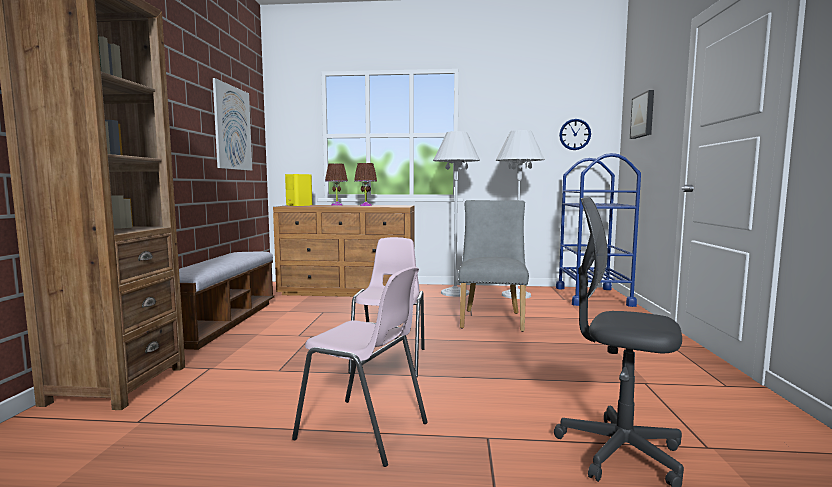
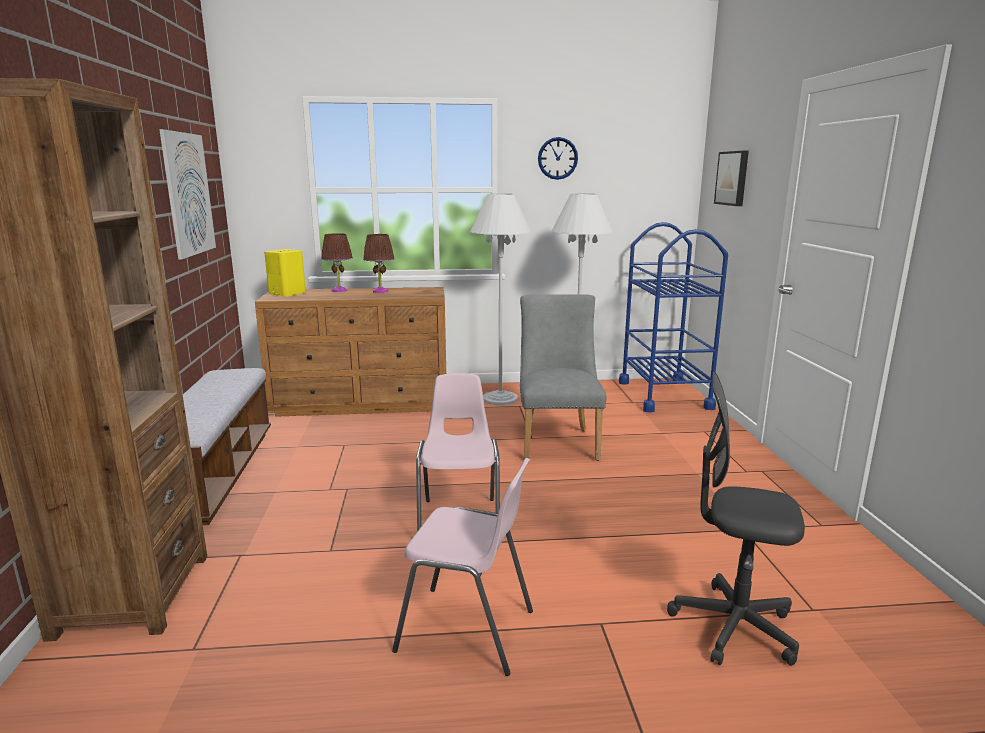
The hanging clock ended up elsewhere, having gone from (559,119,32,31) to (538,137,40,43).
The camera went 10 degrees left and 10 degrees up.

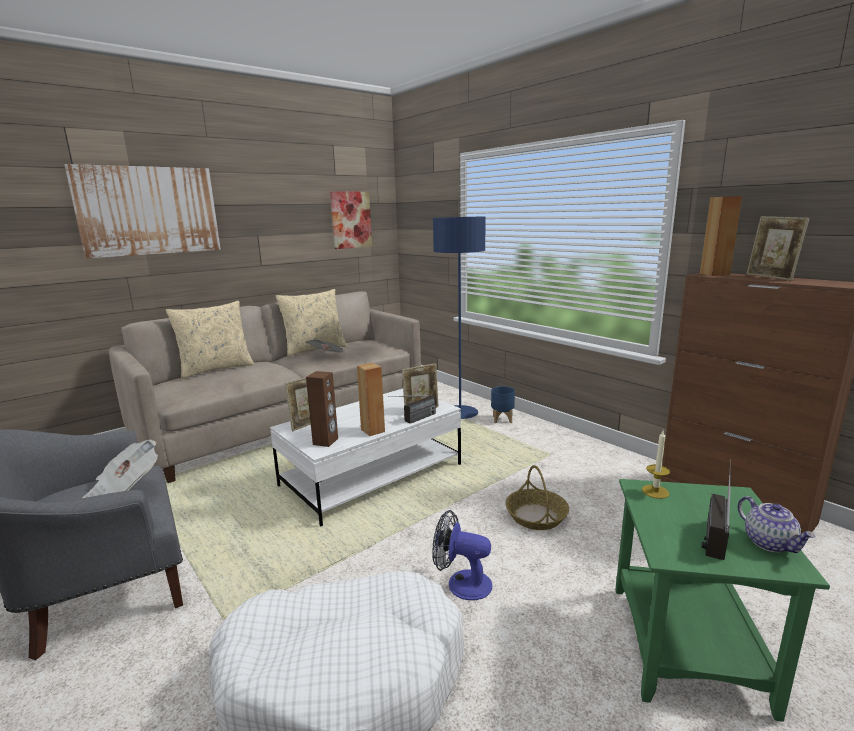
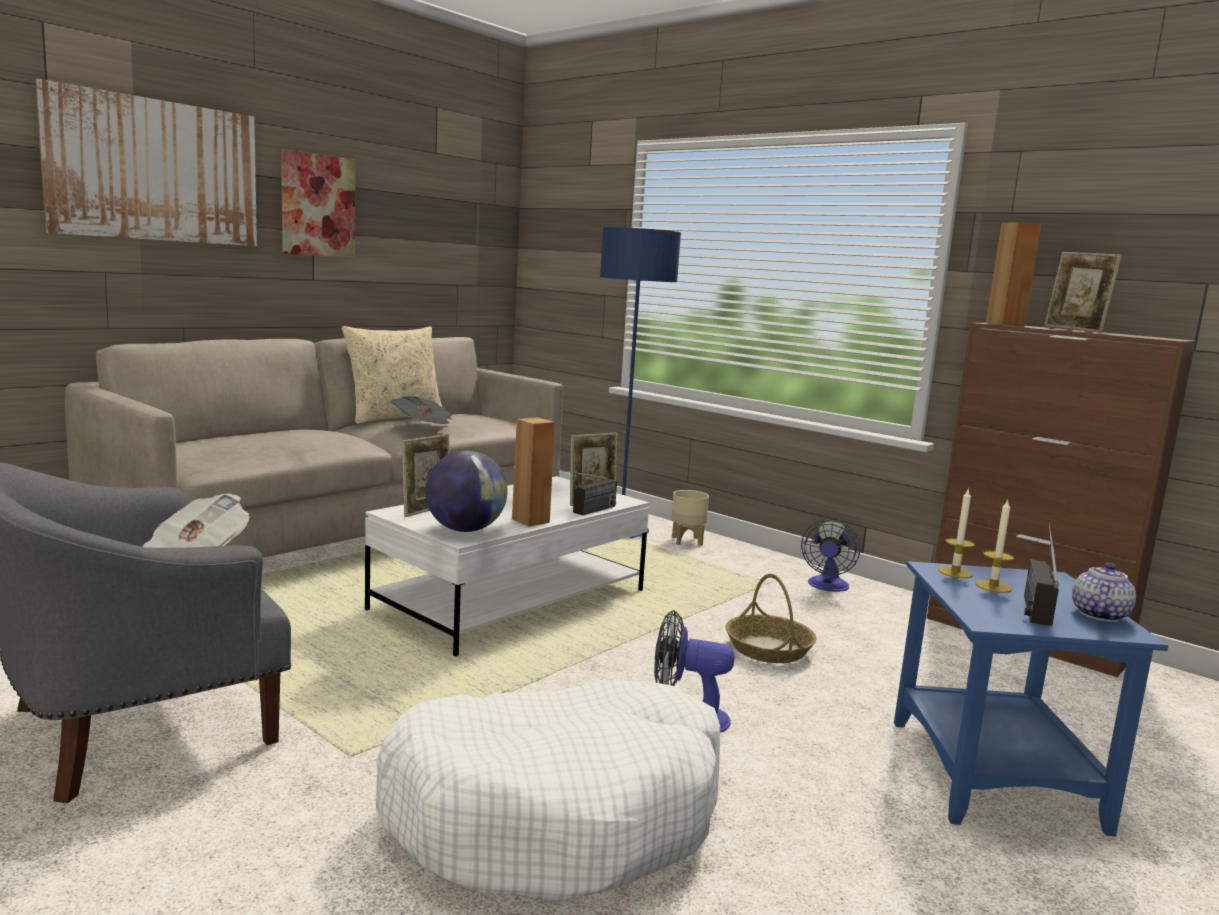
The wall art ended up elsewhere, having gone from (330,191,42,58) to (281,149,74,109).
The second view lost the pillow in beige at (166,301,89,78).
Where the loudspeaker in brown stood at (306,371,32,76), the globe came to stand at (425,451,83,81).
What was the plant pot in blue-coloured at (491,386,24,37) turned into the plant pot in beige at (671,490,38,56).
What was the end table in greenish at (616,479,214,243) turned into the end table in blue-coloured at (894,561,274,275).
The pot for tea at (737,496,79,57) ended up facing another way, 120 degrees counterclockwise from before.
The second view gained the candle at (976,499,38,94).
The second view gained the fan at (801,519,59,73).
The camera went 10 degrees left and 5 degrees down.

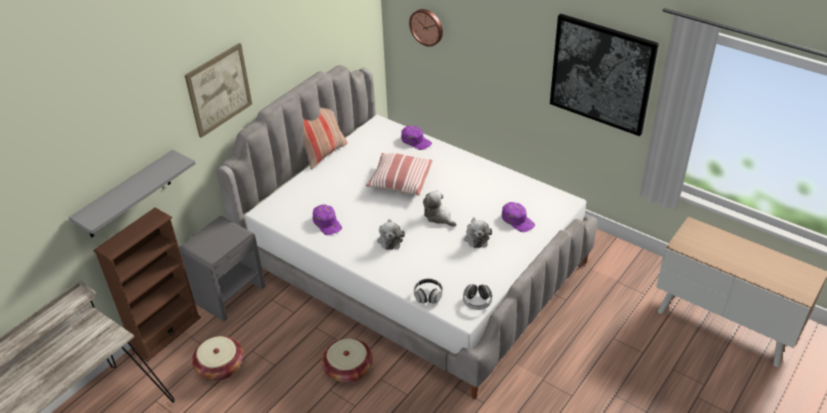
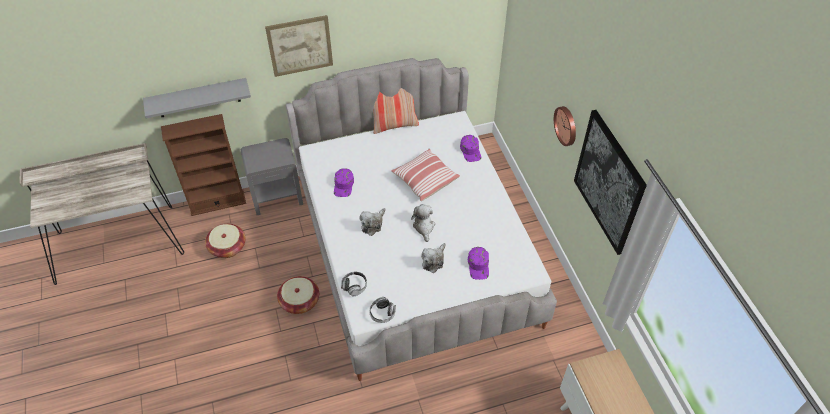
The hanging clock ended up elsewhere, having gone from (409,9,34,38) to (554,106,22,40).
The camera went 35 degrees right and 10 degrees up.

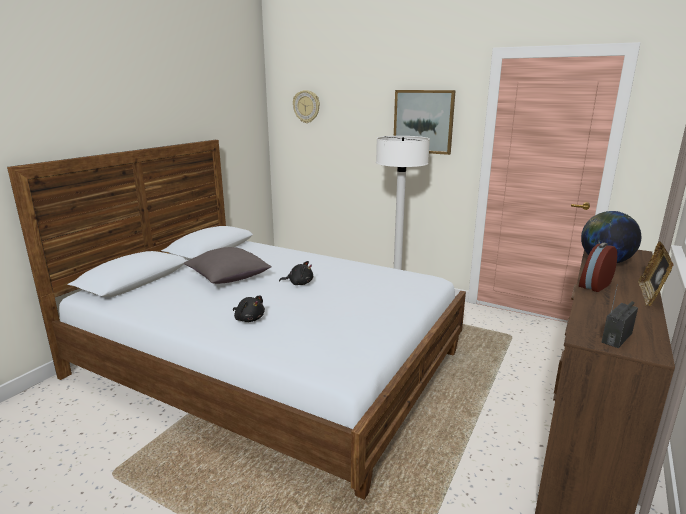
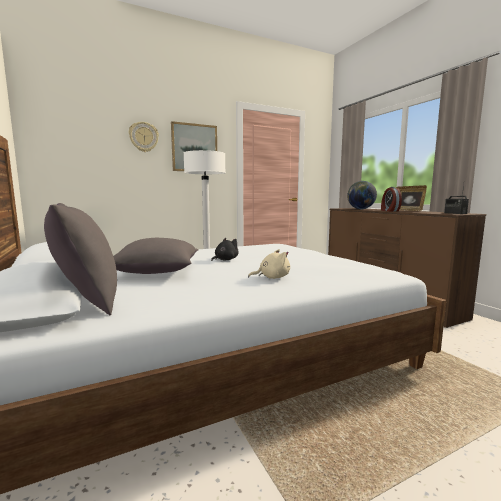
The hanging clock ended up elsewhere, having gone from (293,90,27,33) to (129,122,30,30).
What was the cuddly toy in black-coloured at (233,295,32,27) turned into the cuddly toy in beige at (248,249,42,30).
The second view gained the pillow in grey at (44,203,73,112).
The camera went 55 degrees left and 10 degrees down.

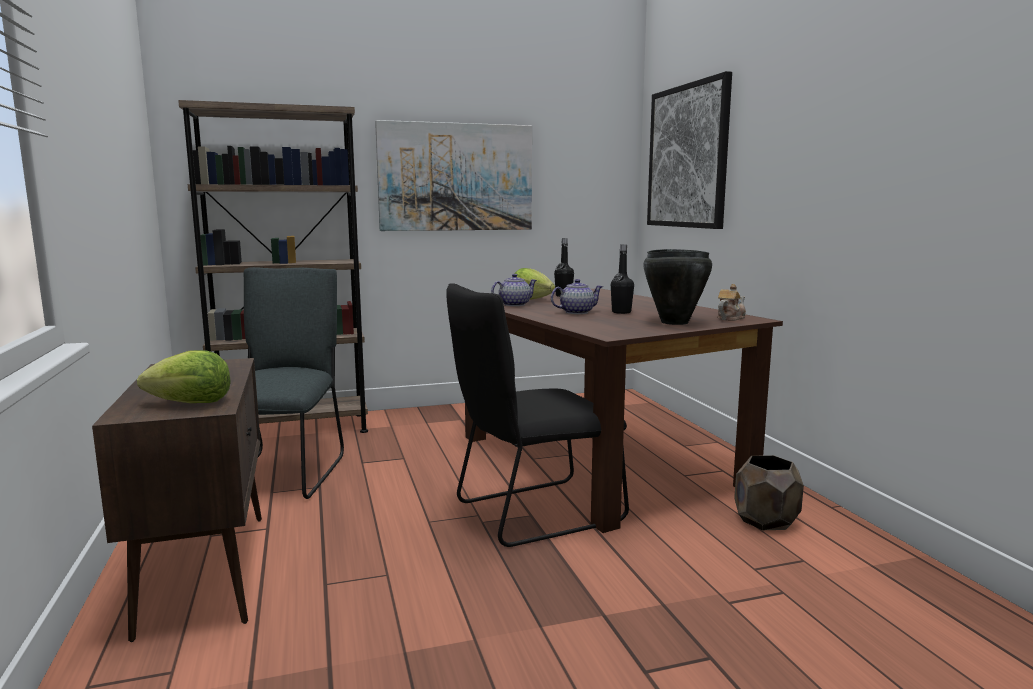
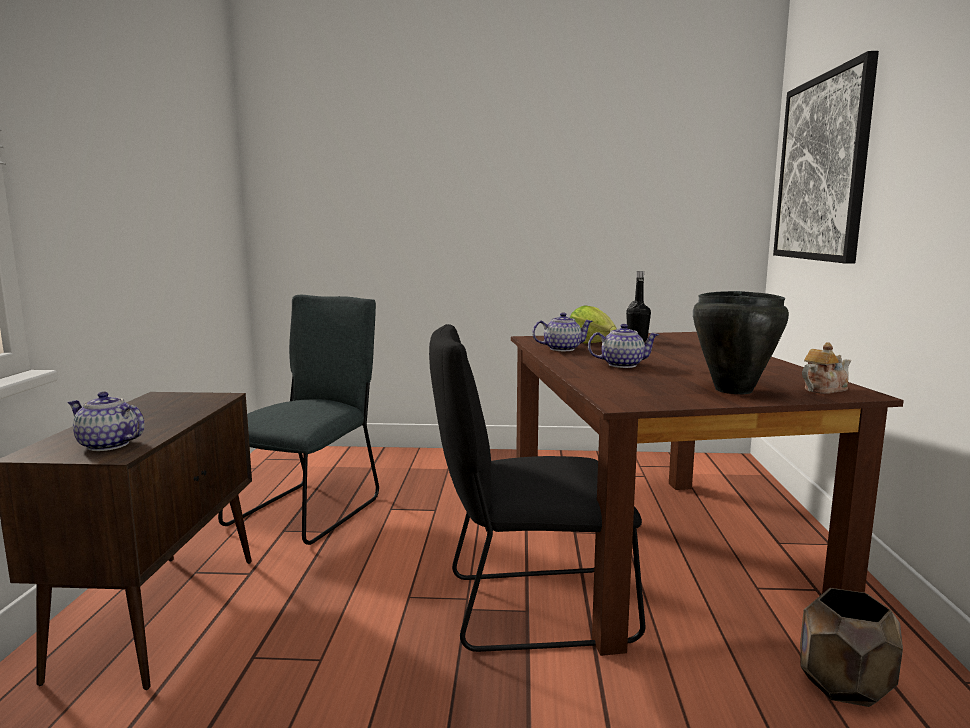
The second view lost the bookshelf in brown at (178,100,190,333).
The second view lost the wall art at (375,120,157,111).
The second view lost the bottle in black-coloured at (611,244,23,70).
Where the lettuce stood at (137,350,94,53), the pot for tea came to stand at (67,391,78,60).
The camera went 20 degrees right and 0 degrees up.

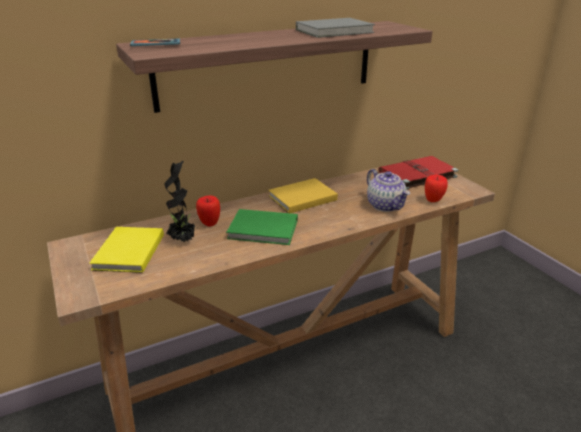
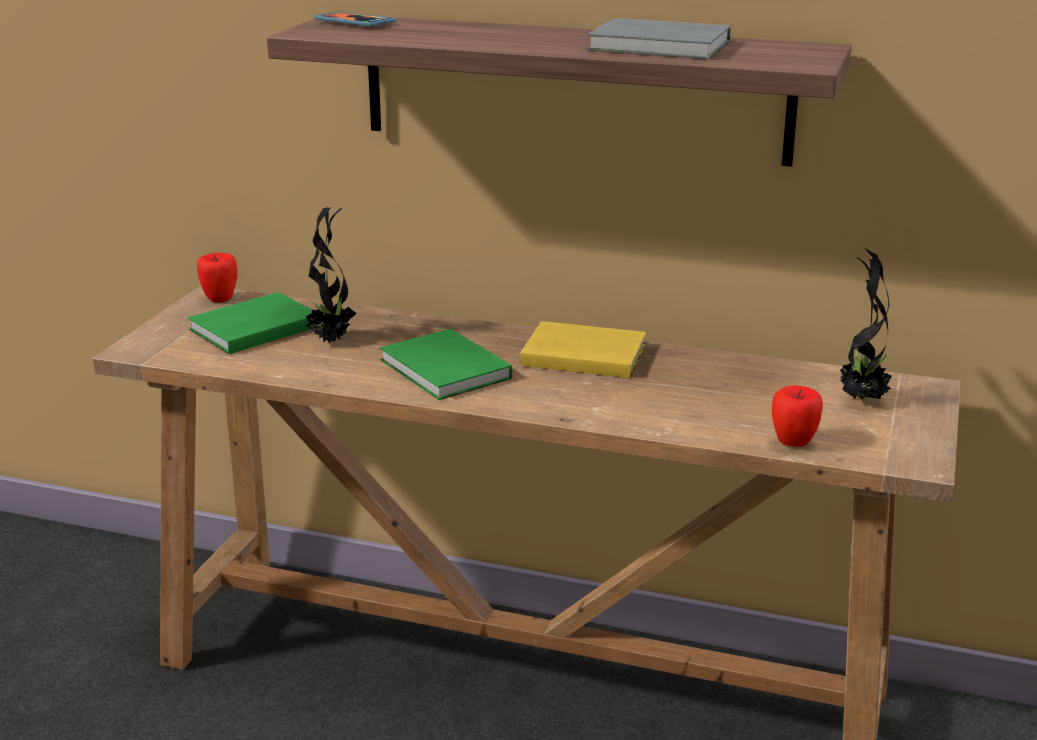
Where the volume in red stood at (379,156,79,34), the plant in a pot came to stand at (837,249,55,152).
The second view lost the pot for tea at (367,169,43,43).
The whole apple ended up elsewhere, having gone from (196,195,24,31) to (197,253,41,50).
What was the volume in yellow at (89,227,75,46) turned into the volume in greenish at (188,292,124,62).
The camera went 45 degrees right and 5 degrees down.

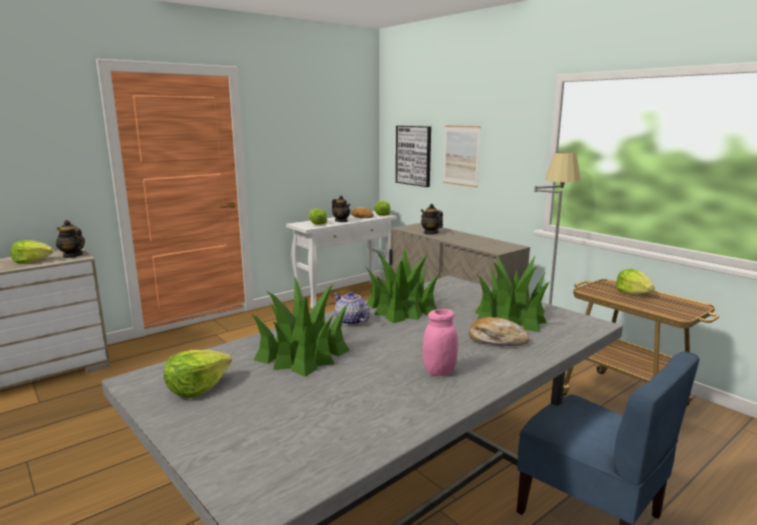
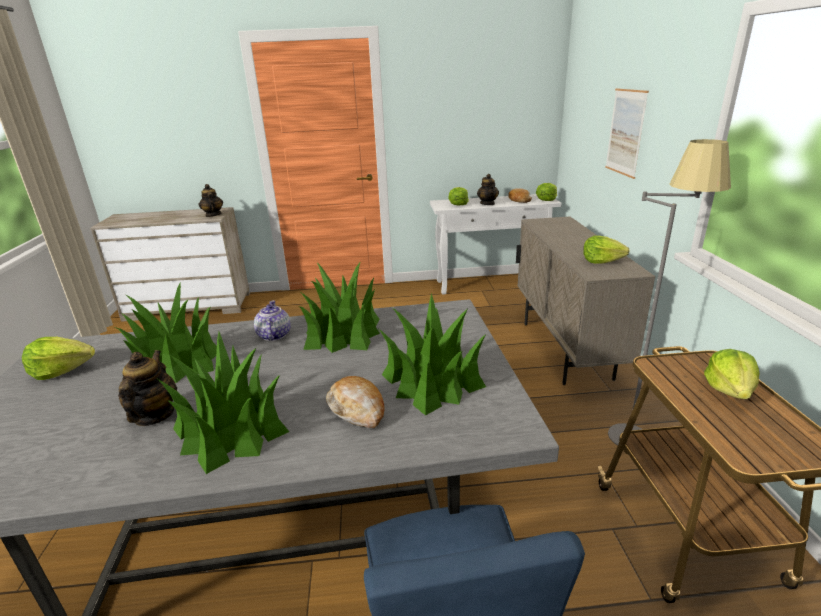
The second view lost the wall art at (396,126,35,61).
The pot for tea ended up elsewhere, having gone from (421,204,22,31) to (118,350,59,76).
The lettuce ended up elsewhere, having gone from (10,240,44,24) to (583,235,47,29).
Where the jar in pinkish stood at (423,309,35,67), the plant in a pot came to stand at (158,332,131,142).
The camera went 35 degrees right and 10 degrees up.

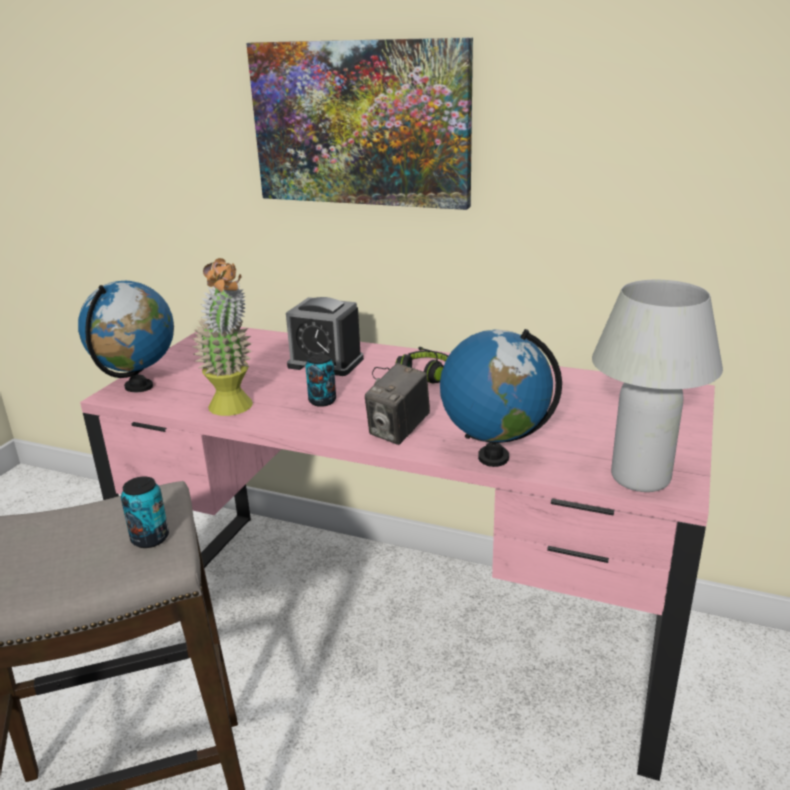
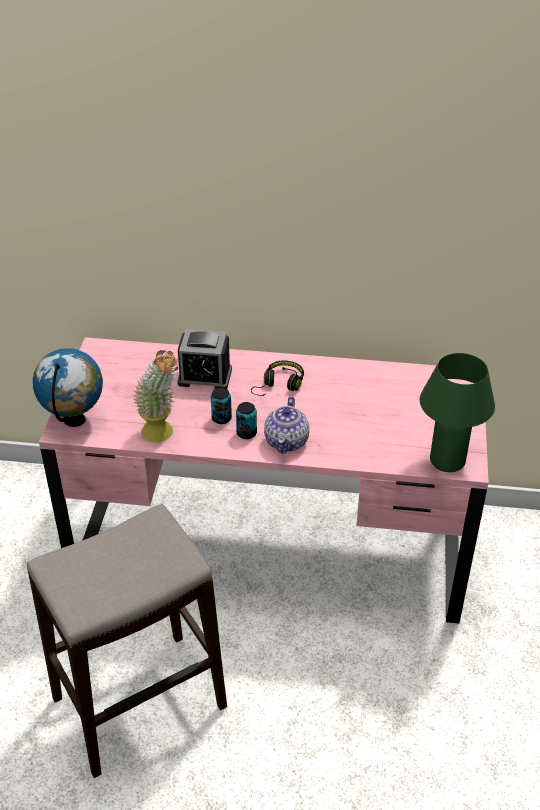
The second view lost the wall art at (246,37,227,173).
What was the lamp for a table in white at (592,280,131,212) turned into the lamp for a table in greenish at (420,353,75,119).
The second view lost the globe at (440,329,122,138).
Where the still camera stood at (365,363,65,82), the pot for tea came to stand at (264,396,45,58).
The metal can ended up elsewhere, having gone from (121,476,48,72) to (236,402,21,37).
The camera went 15 degrees left and 15 degrees up.

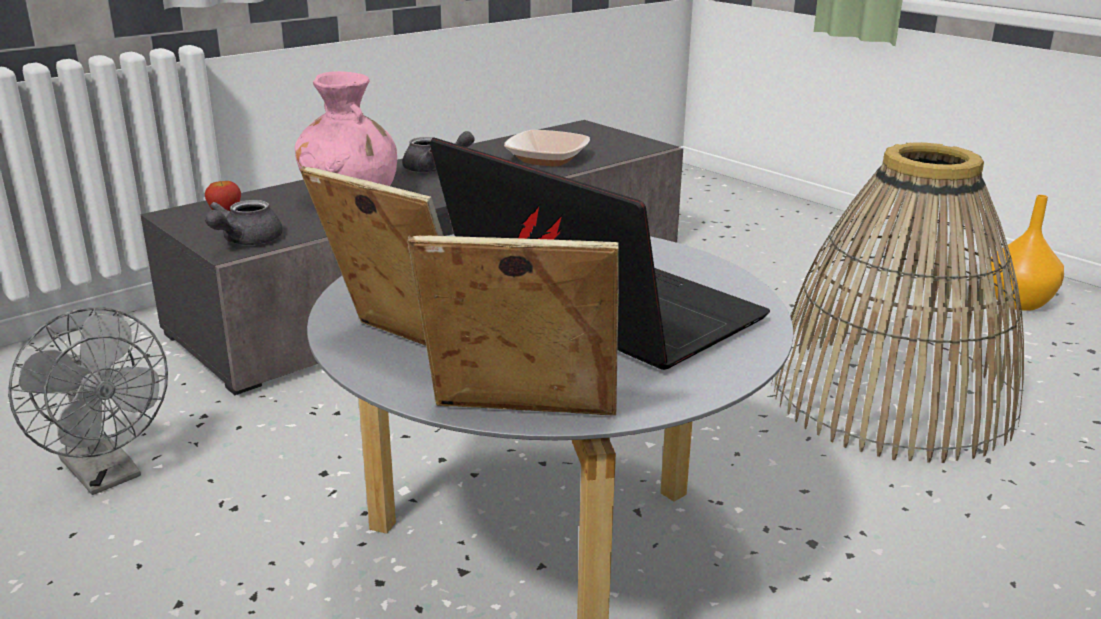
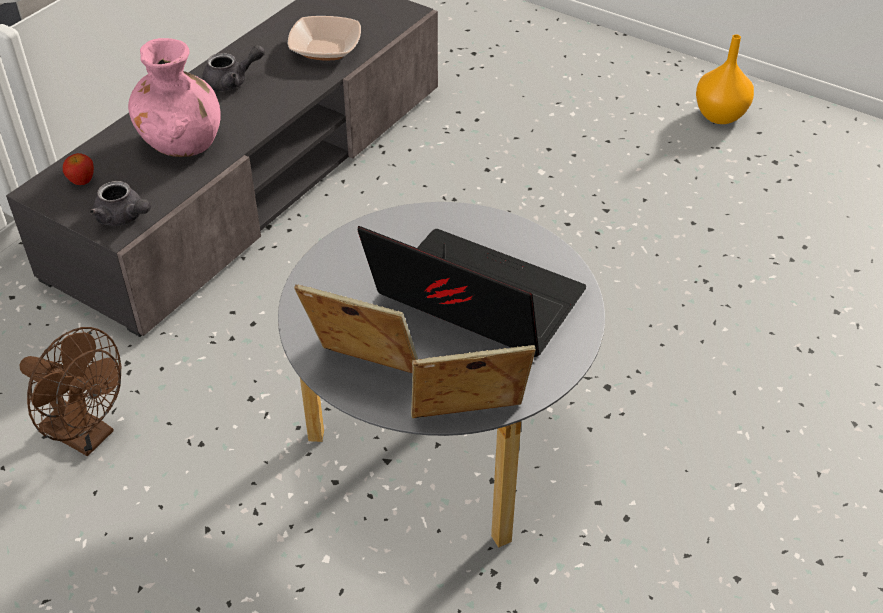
The second view lost the storage basket at (771,142,253,321).
The pot for tea in grey at (205,200,77,45) ended up facing another way, 60 degrees counterclockwise from before.
What was the fan in grey at (8,307,160,188) turned into the fan in brown at (19,327,102,129).
The camera went 15 degrees left and 20 degrees up.

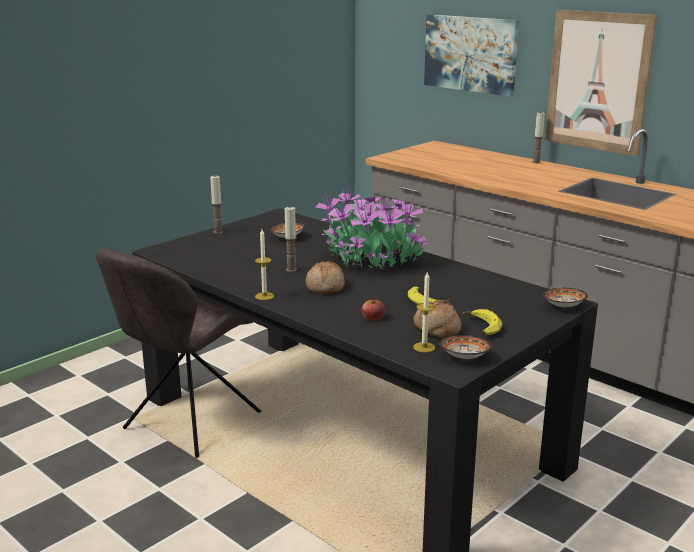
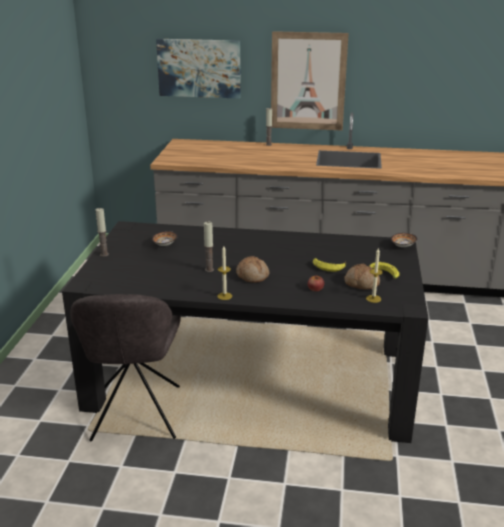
The second view lost the plant in a pot at (316,185,112,83).
The second view lost the deep dish at (439,335,53,24).
The camera went 35 degrees left and 5 degrees up.

